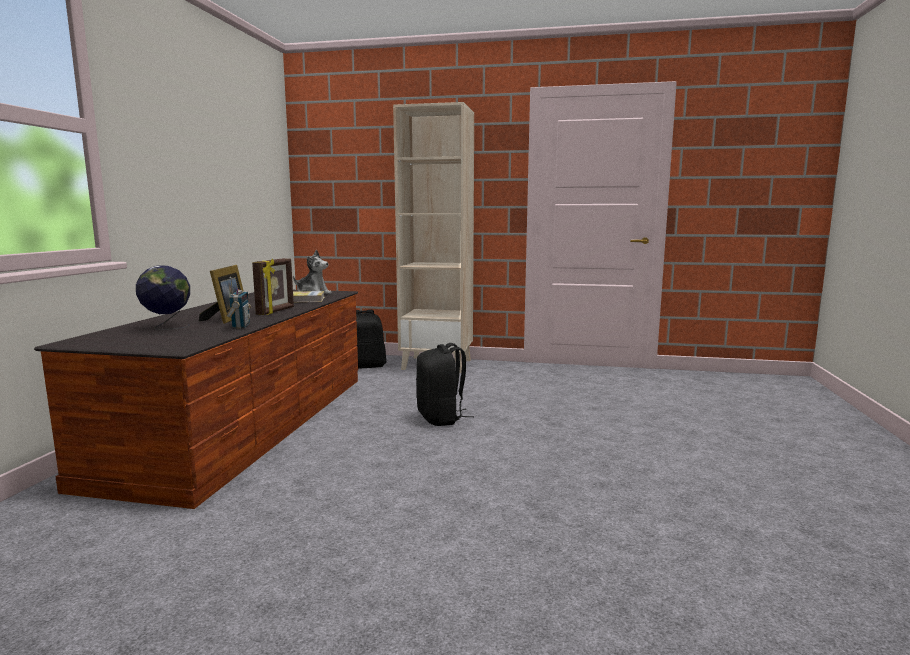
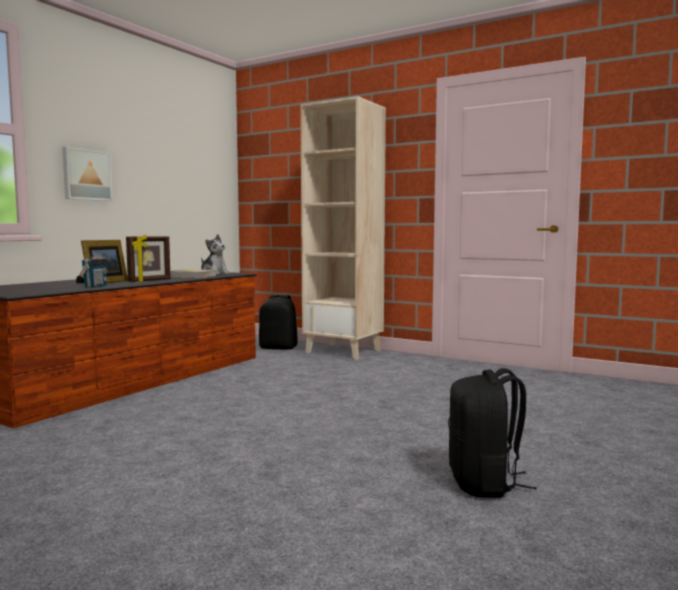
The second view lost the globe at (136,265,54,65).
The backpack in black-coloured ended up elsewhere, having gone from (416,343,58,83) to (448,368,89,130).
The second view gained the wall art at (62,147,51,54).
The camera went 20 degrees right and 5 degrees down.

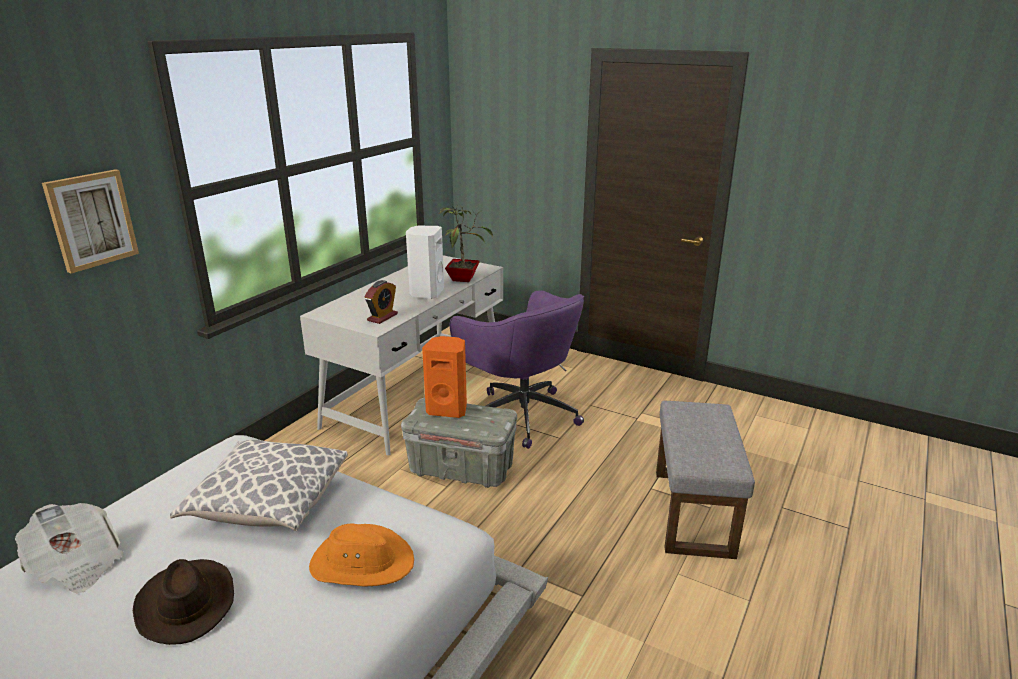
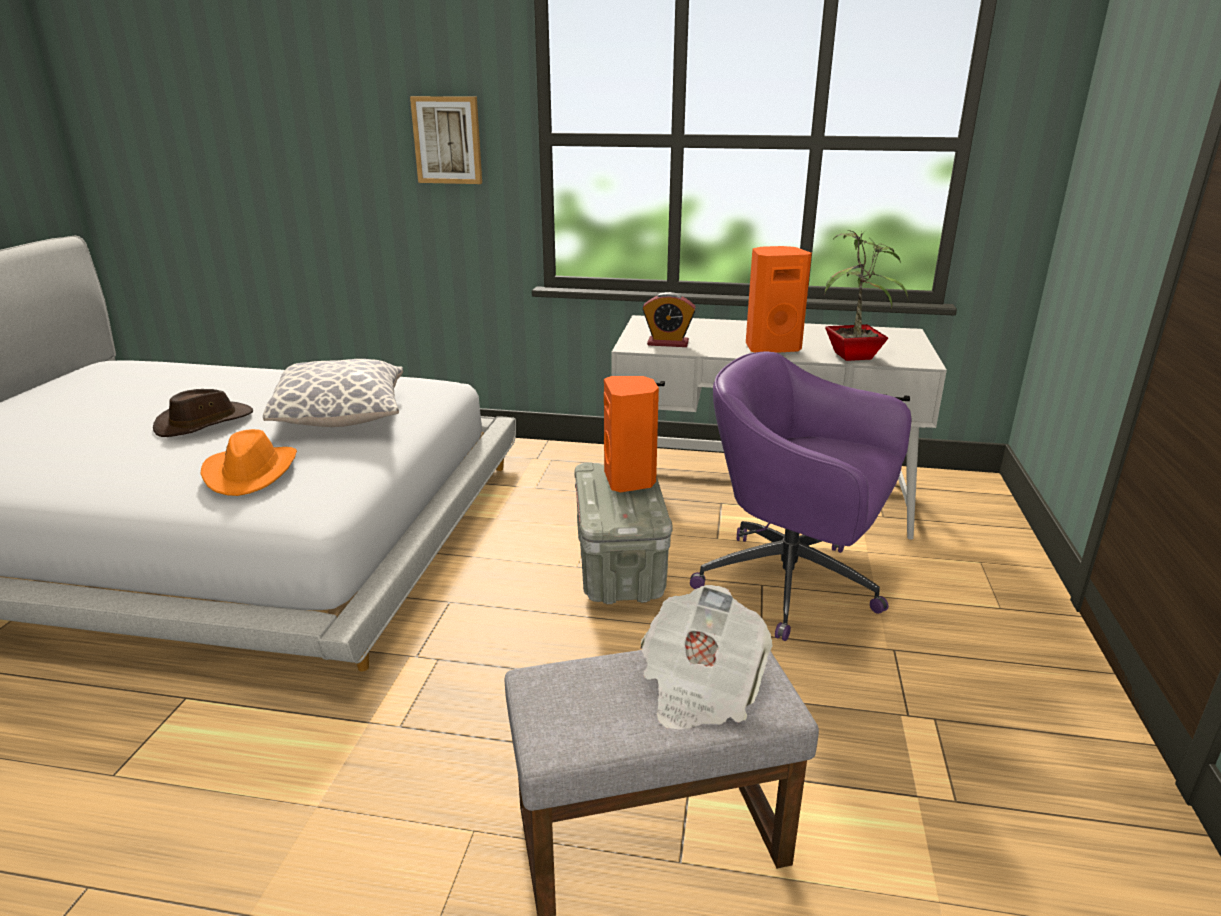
What was the loudspeaker in white at (406,226,38,73) turned into the loudspeaker in orange-coloured at (746,246,66,107).
The desk chair in purple at (450,290,134,159) ended up facing another way, 90 degrees clockwise from before.
The newspaper ended up elsewhere, having gone from (15,503,108,90) to (640,585,133,144).
The camera went 70 degrees right and 0 degrees up.

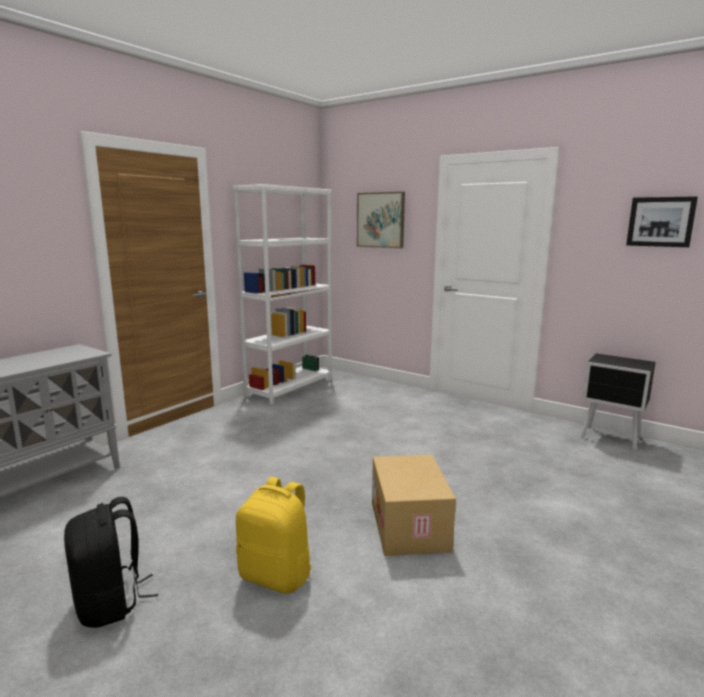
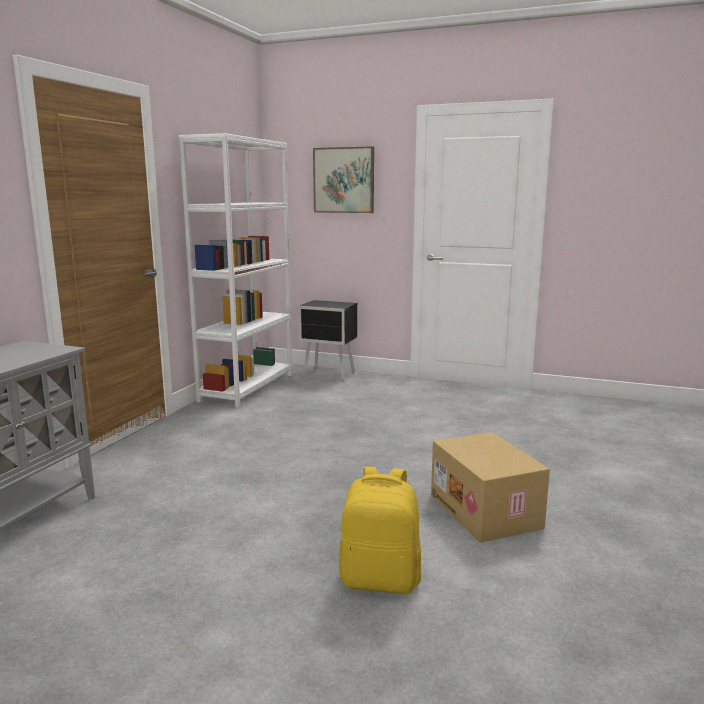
The second view lost the wall art at (626,196,72,51).
The night table in black-coloured ended up elsewhere, having gone from (580,353,76,97) to (298,300,59,81).
The second view lost the backpack in black-coloured at (64,497,94,131).
The camera went 15 degrees left and 0 degrees up.

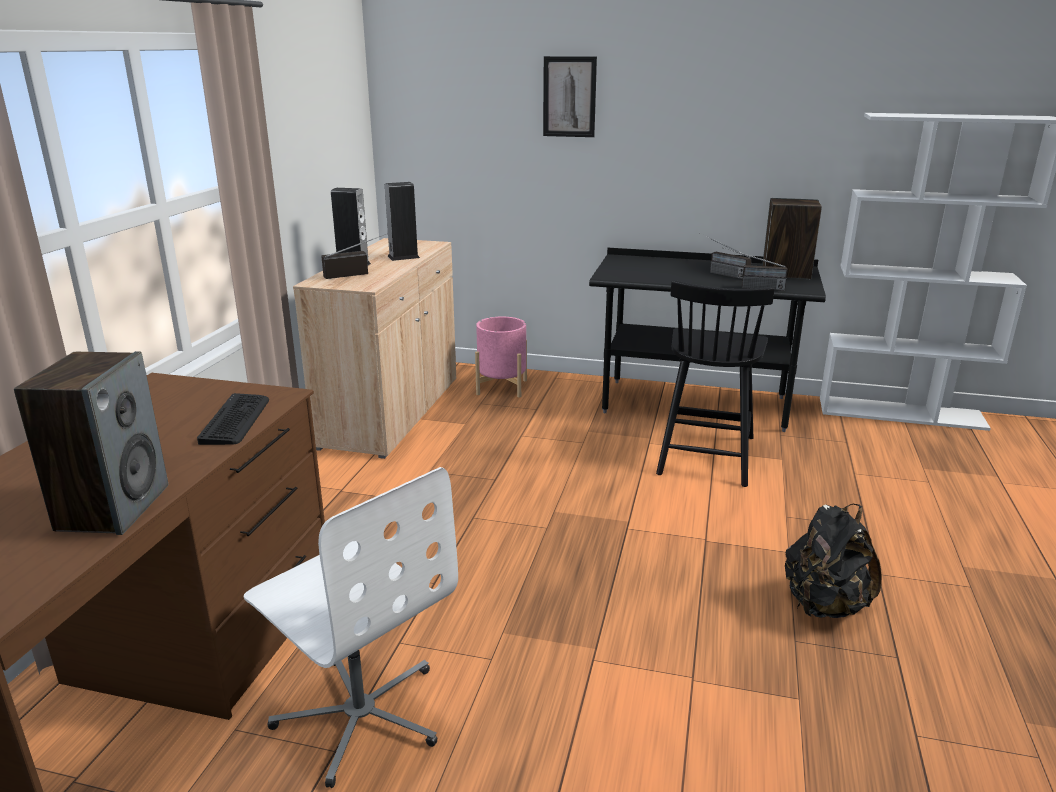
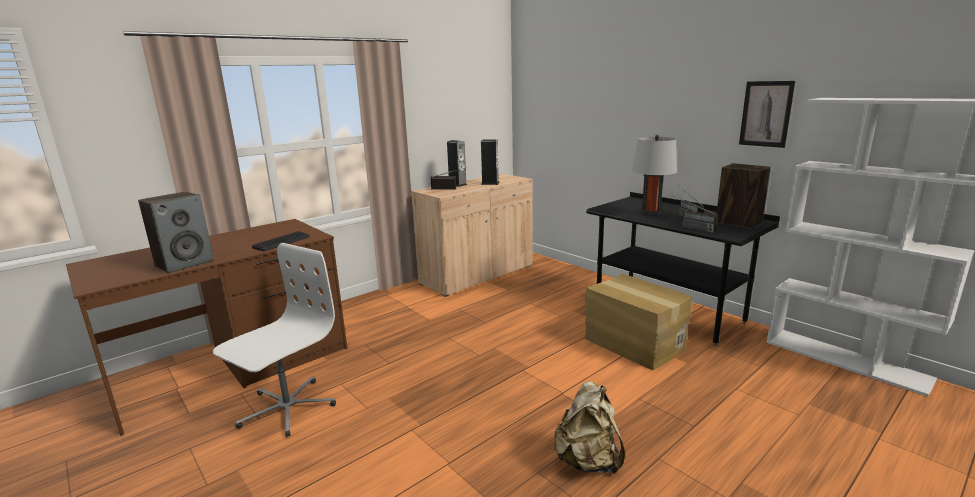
The wall art ended up elsewhere, having gone from (543,56,54,81) to (739,81,56,67).
Where the plain chair in black-coloured stood at (656,280,118,207), the packing box came to stand at (585,274,107,96).
The second view lost the plant pot in pinkish at (475,317,52,80).
The desk chair in white at (243,467,215,321) ended up facing another way, 135 degrees counterclockwise from before.
What was the backpack in black-coloured at (785,504,97,114) turned into the backpack in beige at (554,382,71,92).
The second view gained the lamp for a table in grey at (632,135,45,81).
The camera went 35 degrees right and 5 degrees down.

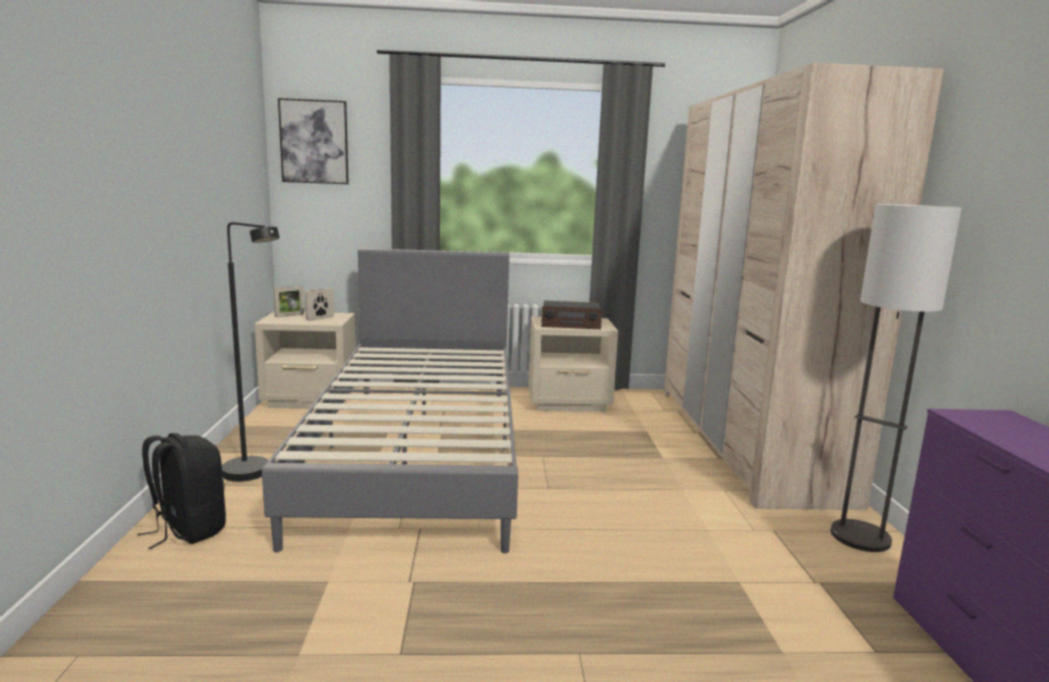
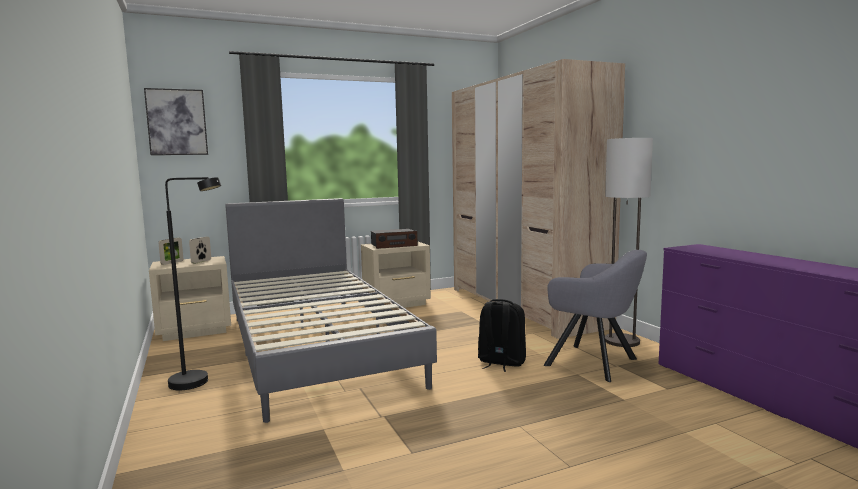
The backpack in black-coloured ended up elsewhere, having gone from (137,433,89,116) to (478,299,48,73).
The second view gained the lounge chair in grey at (544,250,103,132).
The camera went 20 degrees left and 5 degrees down.

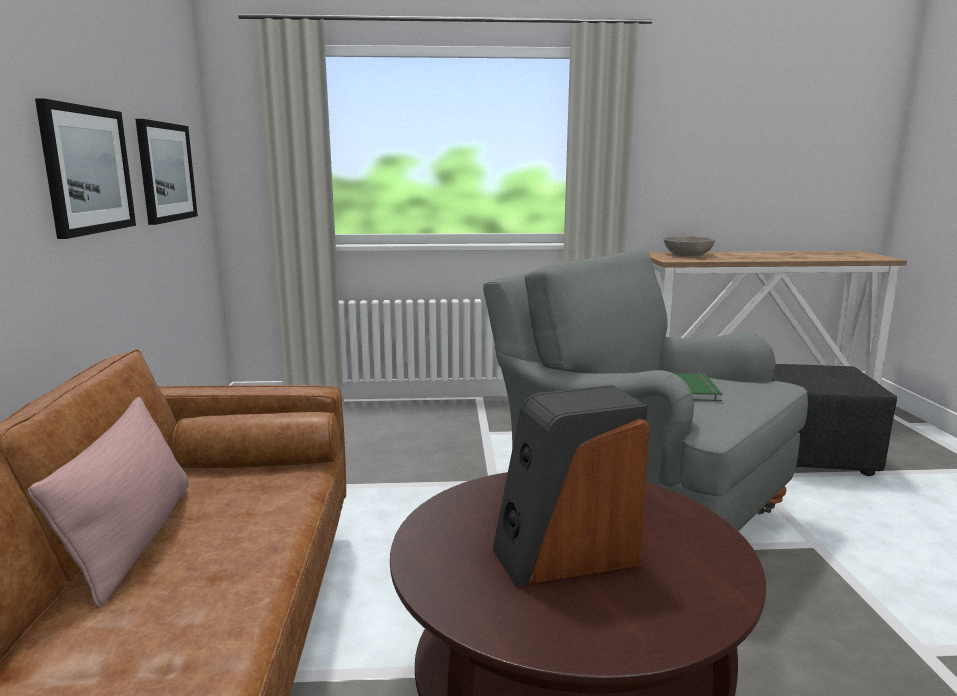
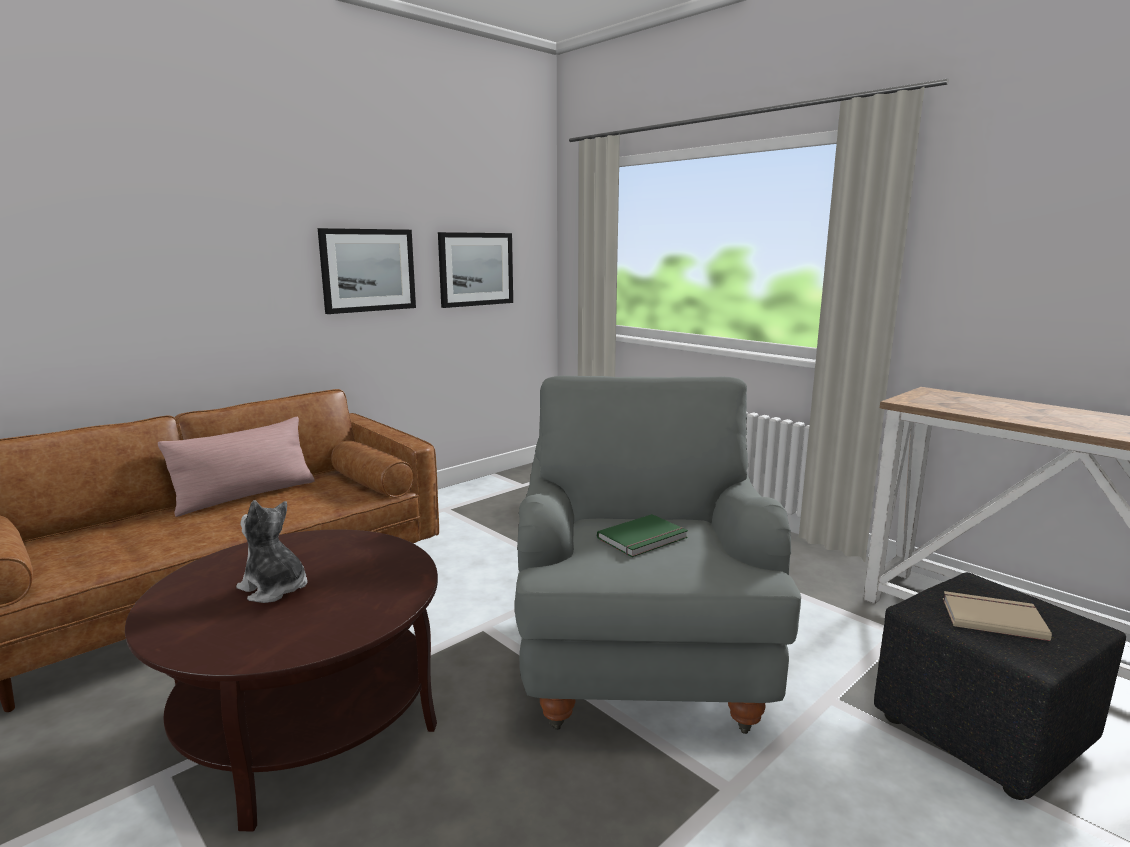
The second view lost the deep dish in grey at (664,236,51,20).
Where the loudspeaker stood at (492,385,157,201), the cuddly toy came to stand at (236,500,72,103).
The second view gained the volume in beige at (943,591,109,50).
The camera went 50 degrees right and 0 degrees up.

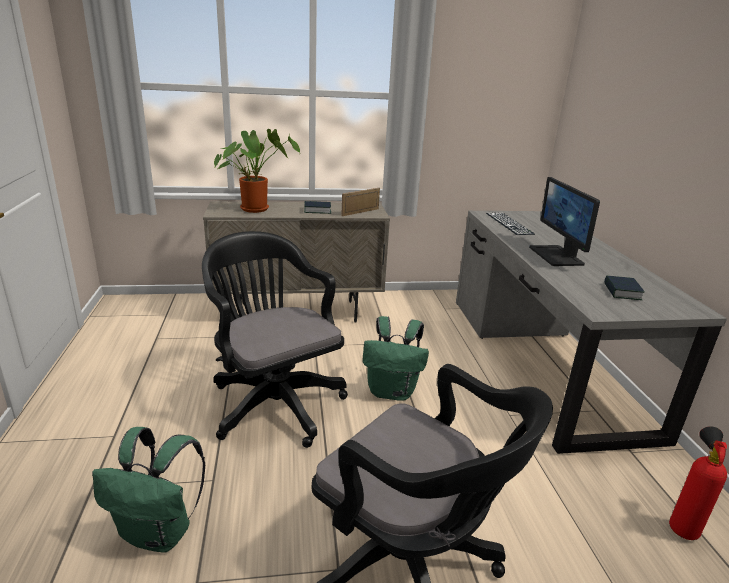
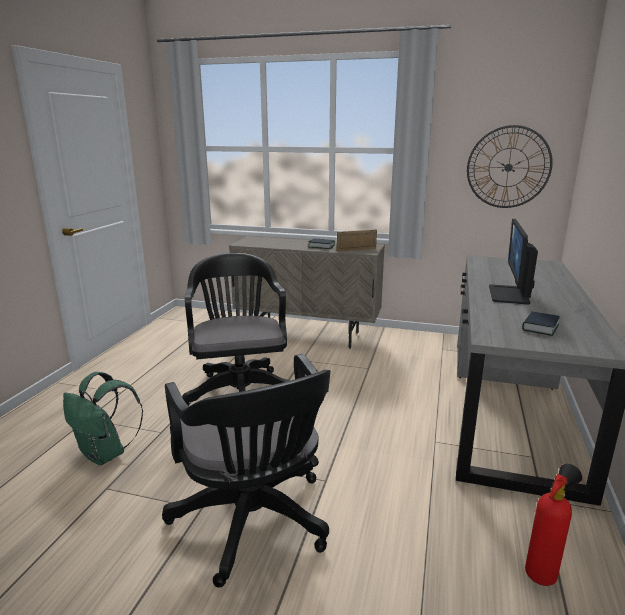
The second view lost the plant in a pot at (214,129,86,84).
The second view lost the computer keyboard at (486,213,49,22).
The second view lost the backpack in greenish at (363,316,66,85).
The second view gained the hanging clock at (467,125,86,83).
The camera went 25 degrees right and 5 degrees down.

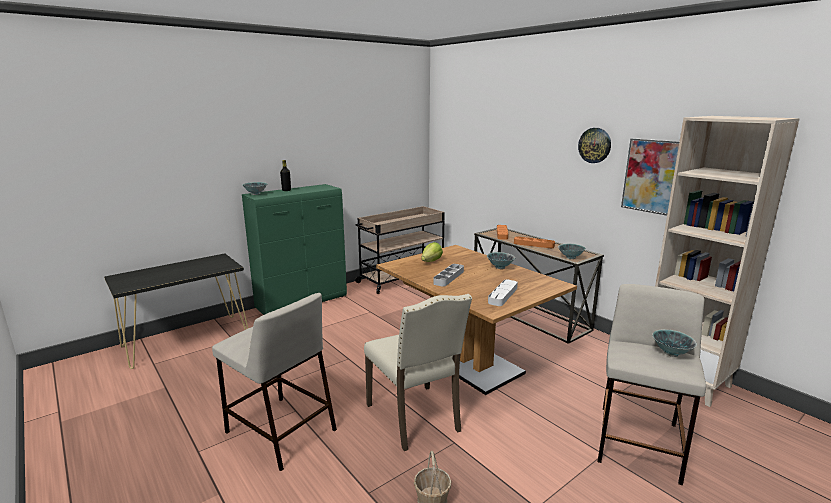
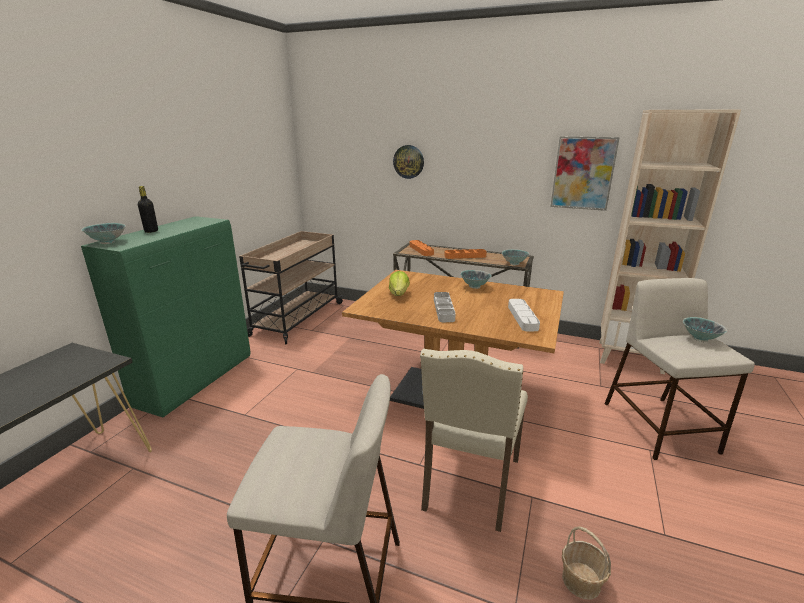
The hanging clock ended up elsewhere, having gone from (578,128,33,35) to (393,145,31,34).
The plain chair in beige at (364,294,108,157) ended up facing another way, 75 degrees clockwise from before.
The camera went 30 degrees left and 5 degrees up.

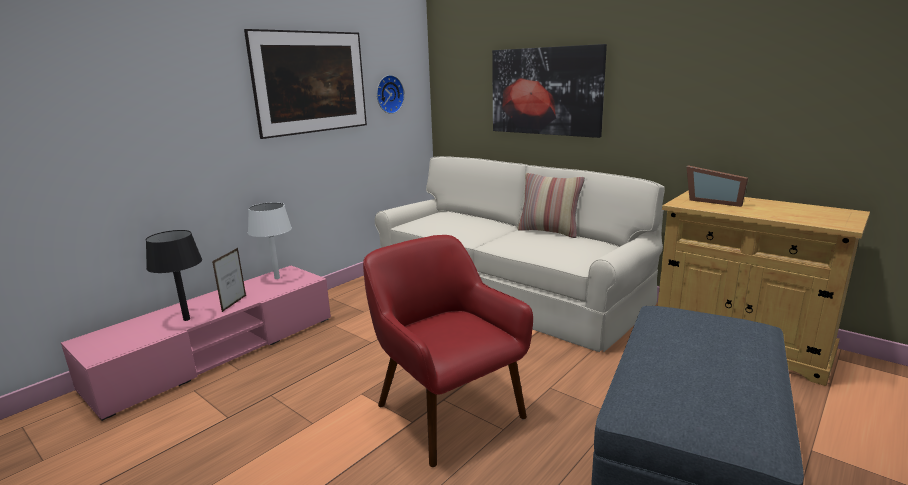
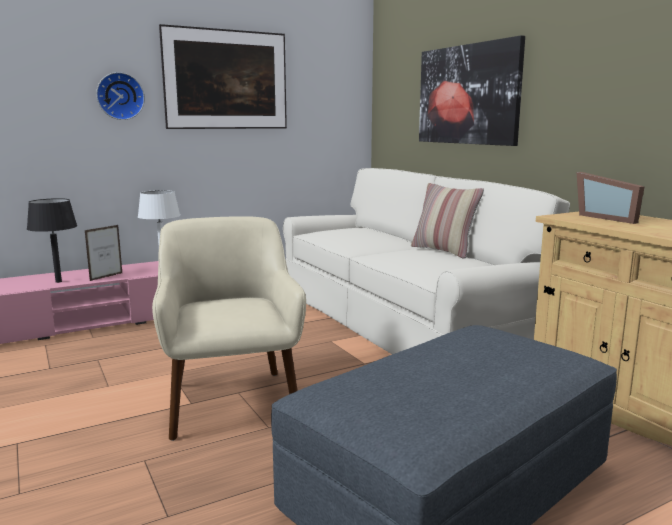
The hanging clock ended up elsewhere, having gone from (377,75,28,39) to (96,72,49,48).
What was the lounge chair in red at (363,235,170,232) turned into the lounge chair in beige at (152,216,154,225).
The camera went 20 degrees right and 5 degrees down.

